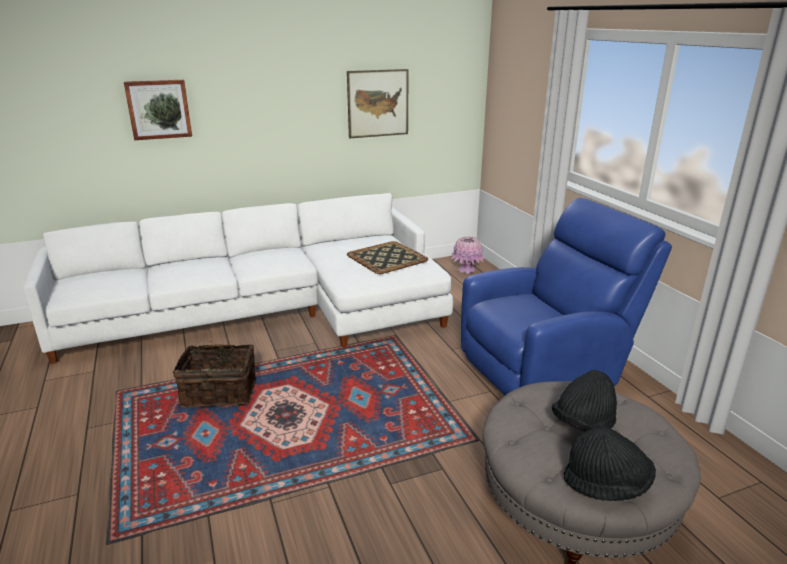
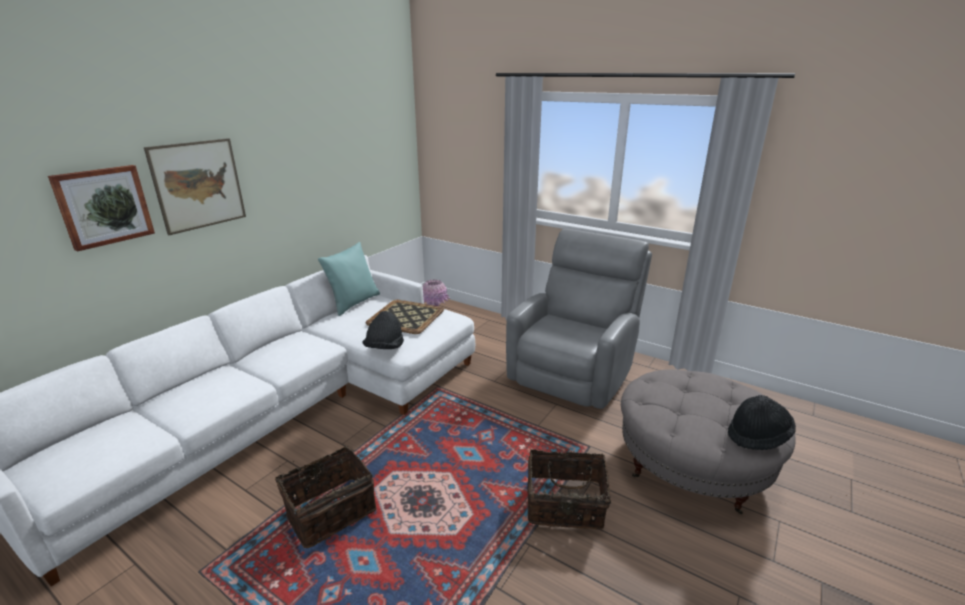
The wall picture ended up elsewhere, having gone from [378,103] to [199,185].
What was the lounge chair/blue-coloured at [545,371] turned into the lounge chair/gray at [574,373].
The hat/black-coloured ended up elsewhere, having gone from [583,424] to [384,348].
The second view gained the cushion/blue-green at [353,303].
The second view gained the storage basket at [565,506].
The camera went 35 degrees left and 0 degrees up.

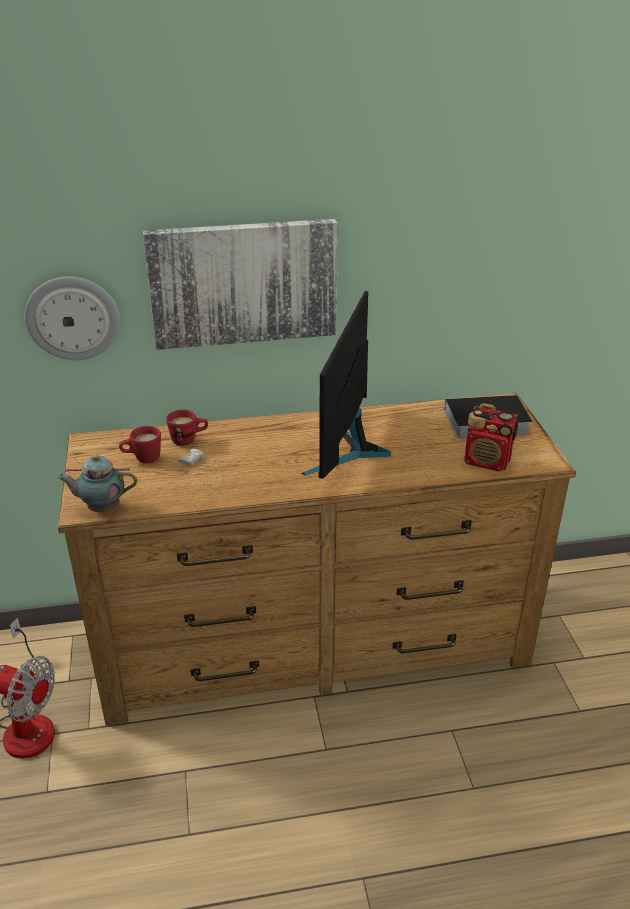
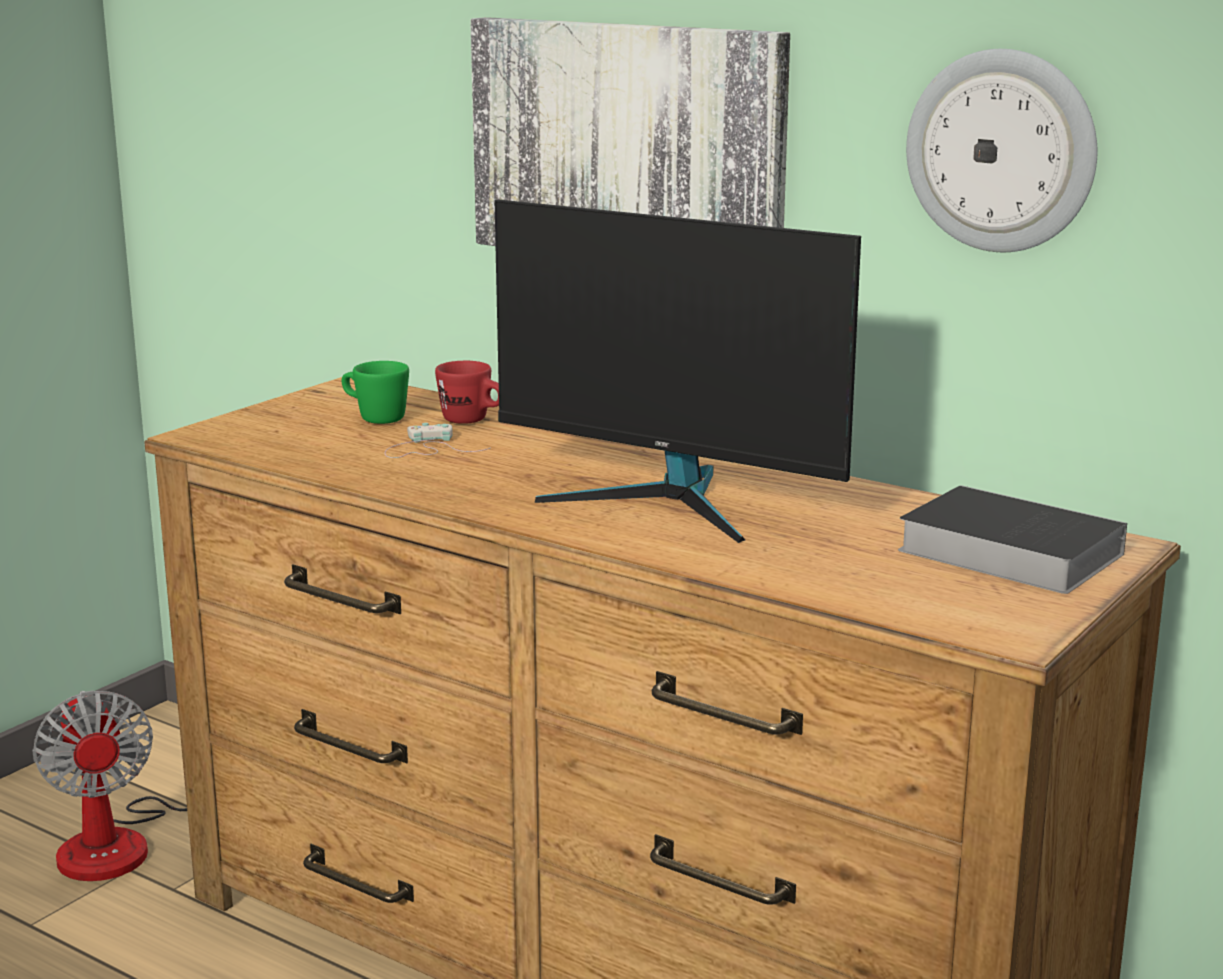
The wall clock ended up elsewhere, having gone from [73,318] to [1002,151].
The second view lost the pot for tea at [102,508].
What was the coffee mug/red-coloured at [142,458] turned into the coffee mug/green-coloured at [374,418].
The computer screen at [347,450] ended up facing another way, 120 degrees counterclockwise from before.
The second view lost the radio set at [487,462].
The camera went 45 degrees right and 15 degrees down.

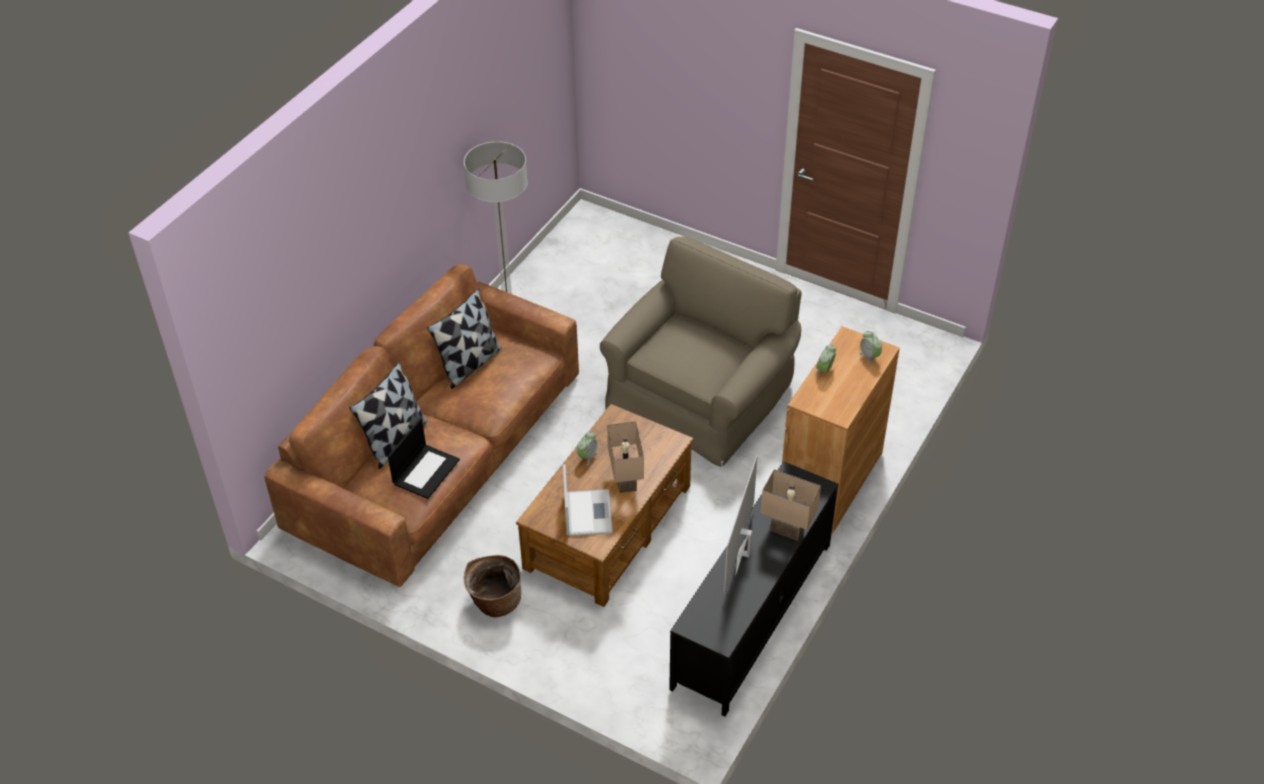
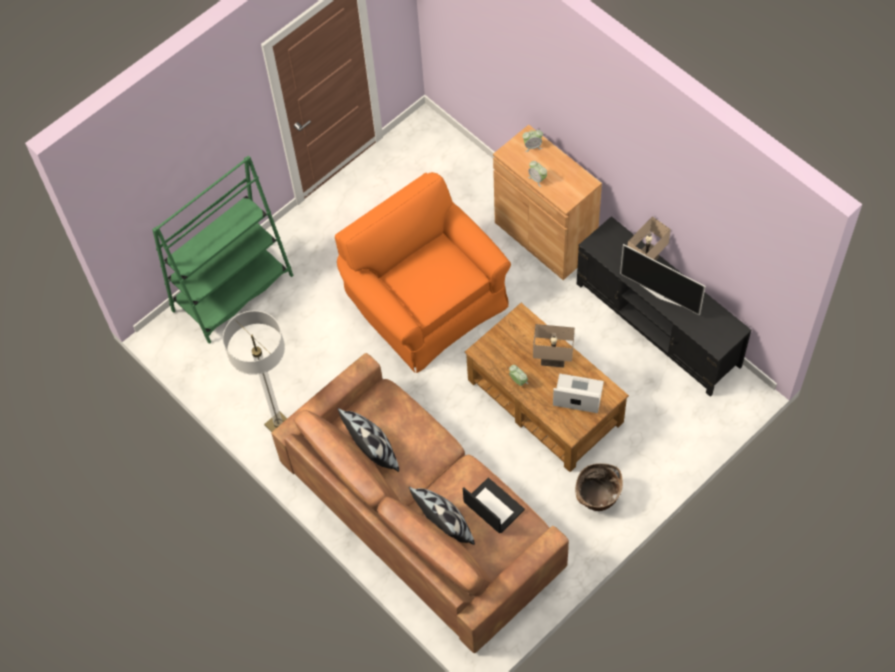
What was the lounge chair/sand-coloured at [701,395] turned into the lounge chair/orangey at [425,299].
The second view gained the bookcase/green-coloured at [233,293].
The camera went 70 degrees left and 15 degrees up.

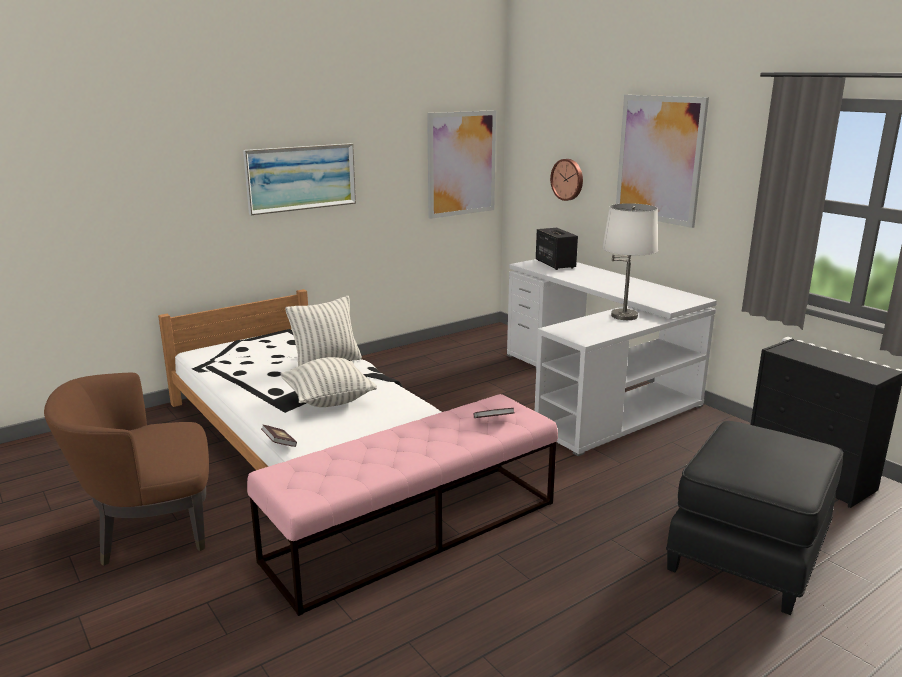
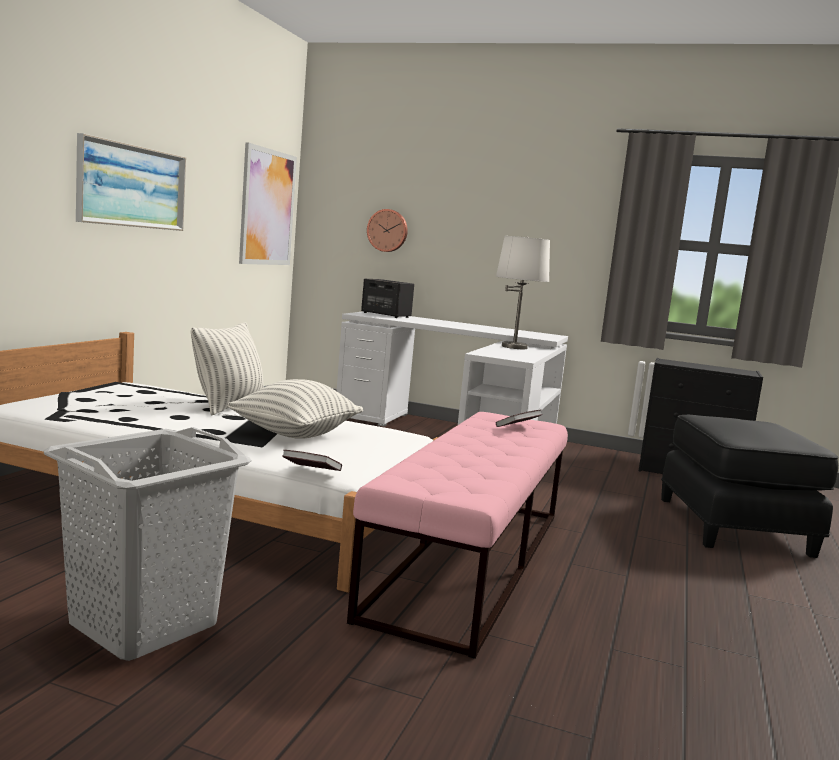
Where the lounge chair/brown stood at [149,530], the hamper/gray came to stand at [142,624].
The second view lost the wall picture at [659,159].
The camera went 35 degrees left and 10 degrees down.

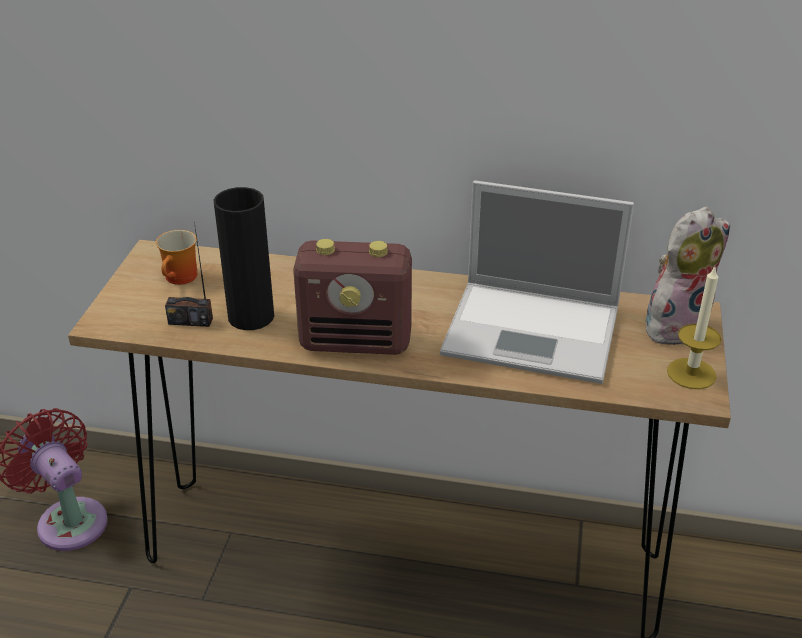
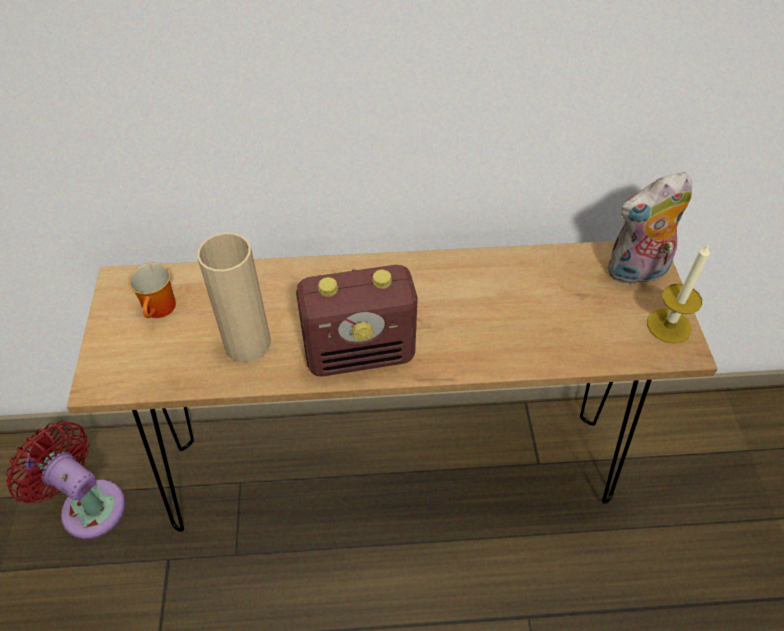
The second view lost the radio set at [190,321].
What was the flower vase/black-coloured at [251,317] turned into the flower vase/sand-coloured at [247,343].
The second view lost the portable computer at [535,331].
The soft toy at [675,325] ended up facing another way, 150 degrees counterclockwise from before.
The camera went 15 degrees left and 15 degrees up.

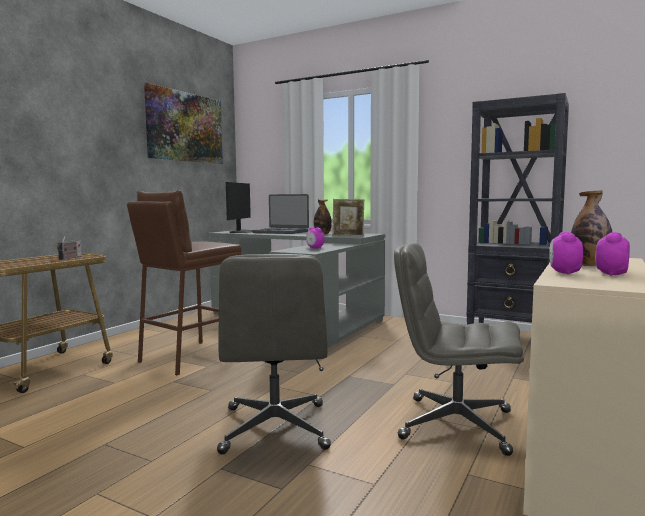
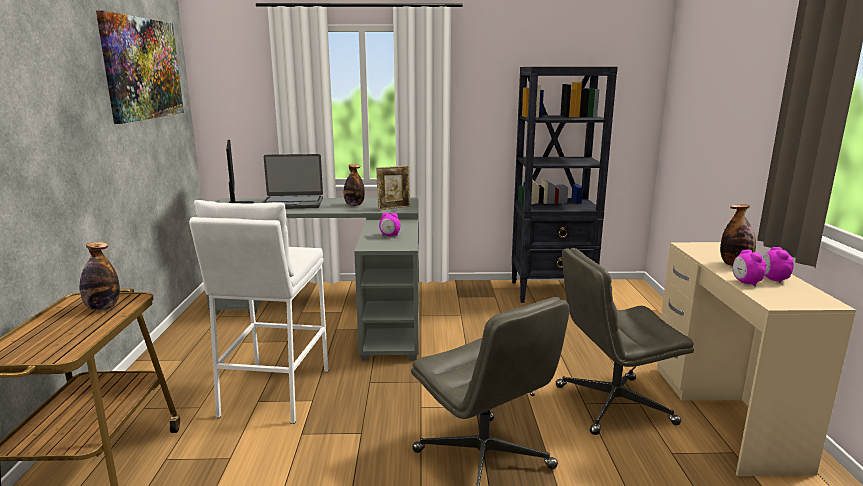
Where the radio set stood at [69,258], the drink bottle came to stand at [103,308].
What was the stool/brown at [190,357] turned into the stool/white at [274,392].
The camera went 30 degrees left and 10 degrees up.

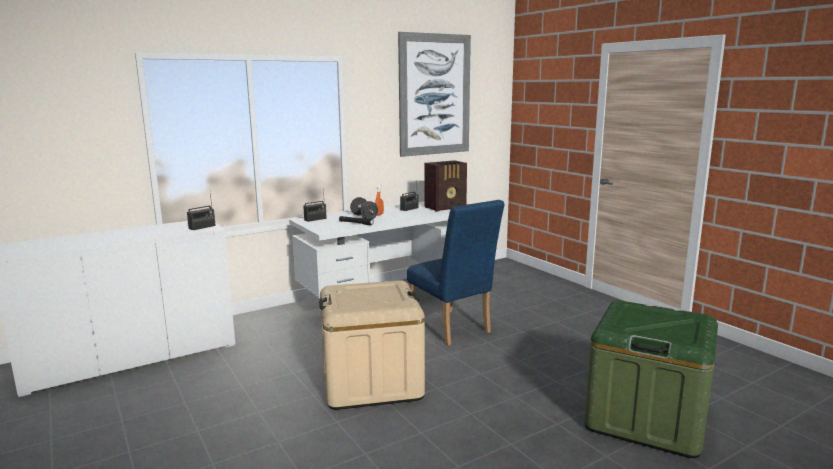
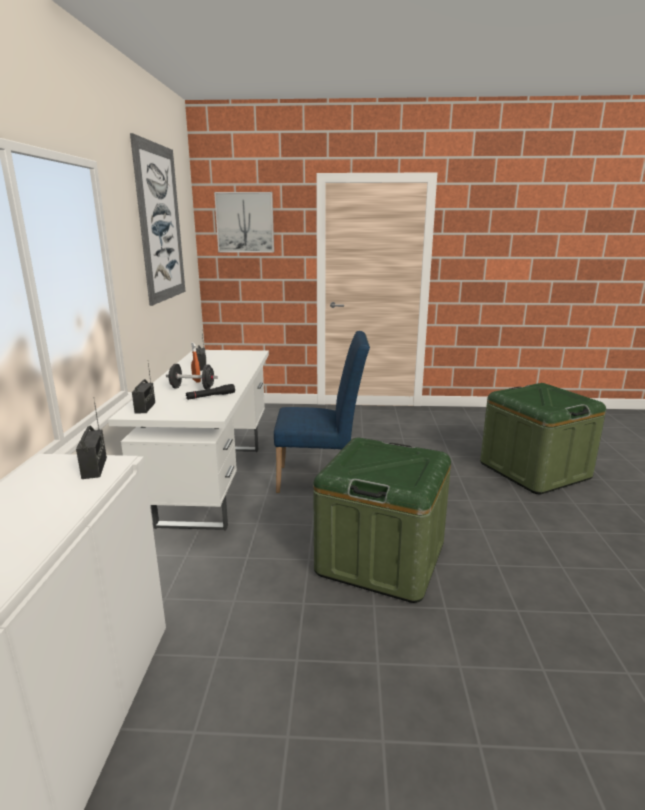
What was the storage box/sand-coloured at [371,382] turned into the storage box/green-coloured at [381,558].
The second view lost the radio set at [446,207].
The second view gained the wall picture at [245,222].
The camera went 55 degrees left and 5 degrees up.

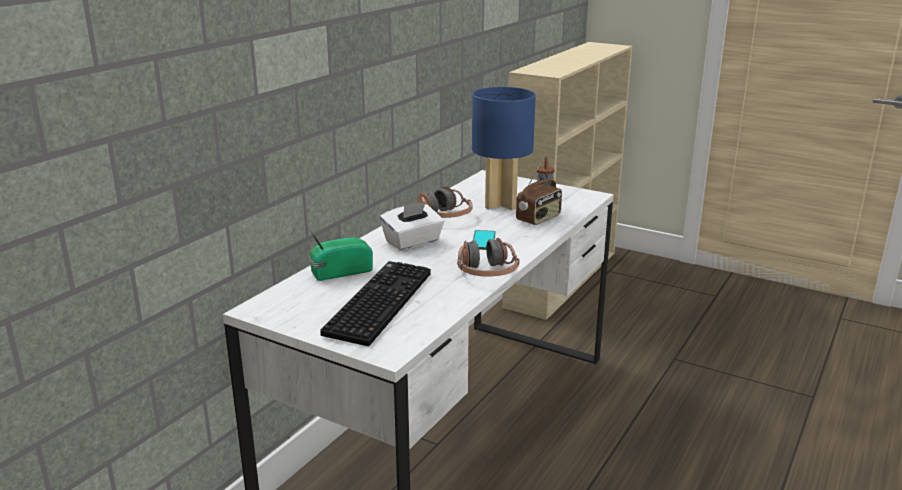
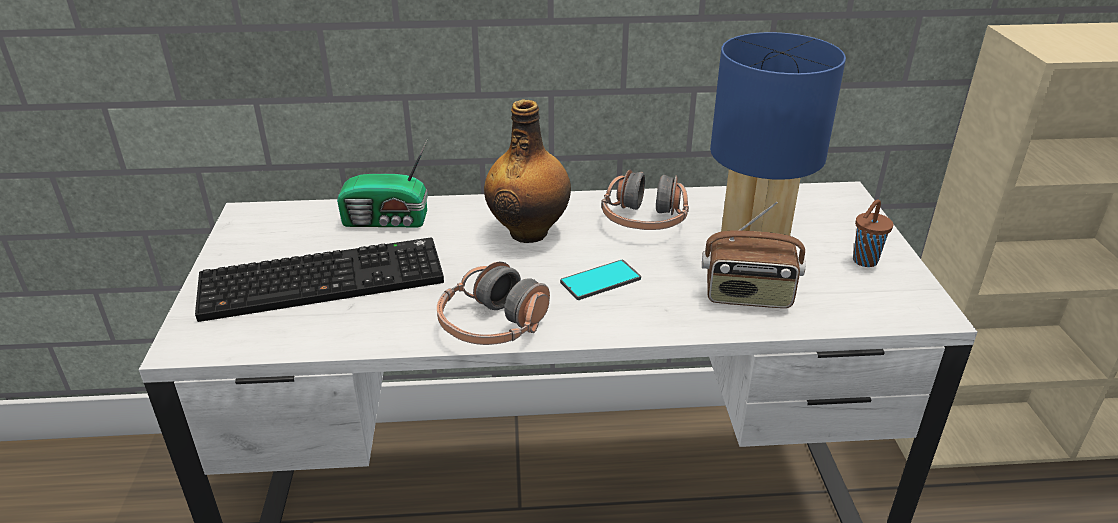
The radio set at [339,272] ended up facing another way, 150 degrees clockwise from before.
Where the tissue holder/white stood at [413,242], the drink bottle came to stand at [529,231].
The camera went 55 degrees right and 10 degrees up.

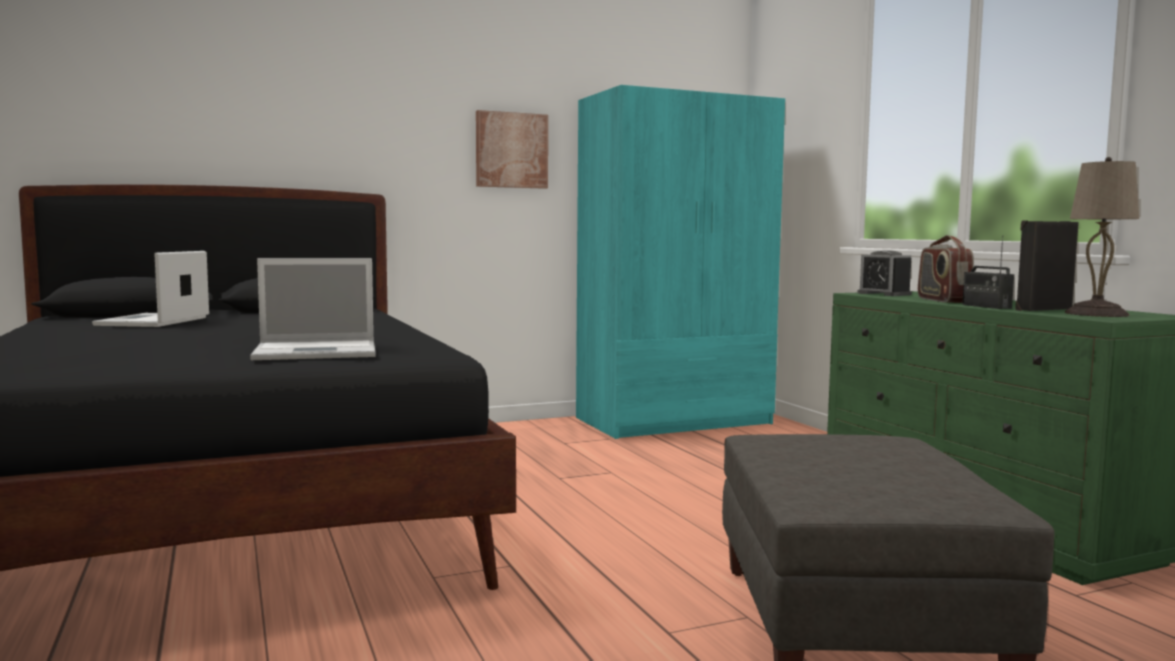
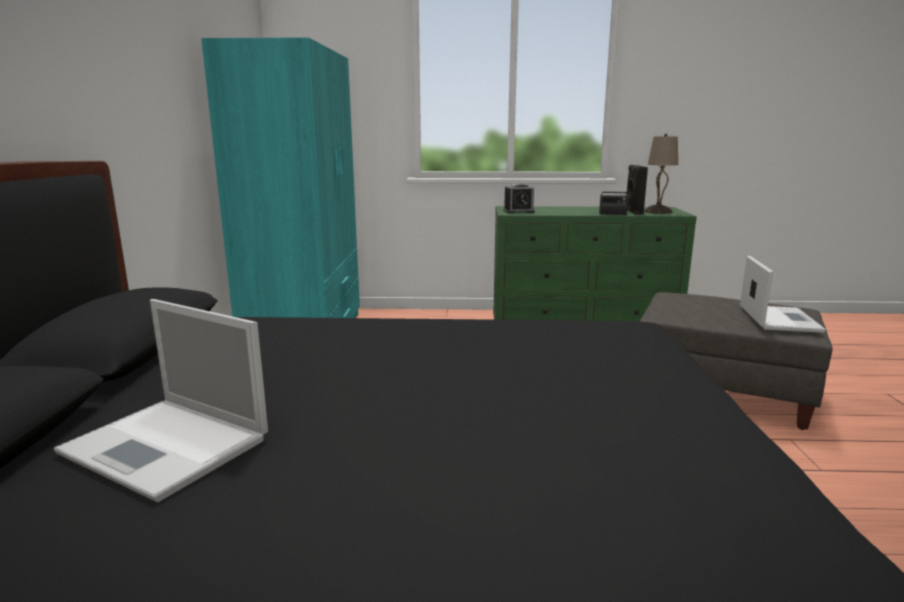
The portable computer ended up elsewhere, having gone from [319,352] to [778,319].
The second view lost the wall picture at [511,150].
The second view lost the radio set at [942,300].
The camera went 65 degrees left and 10 degrees up.

